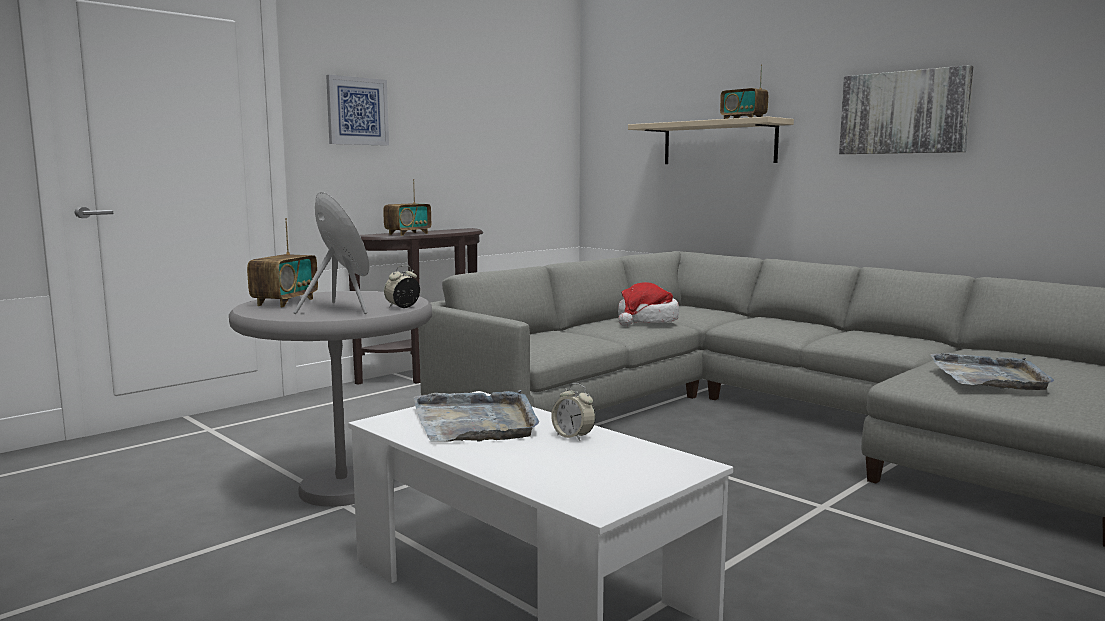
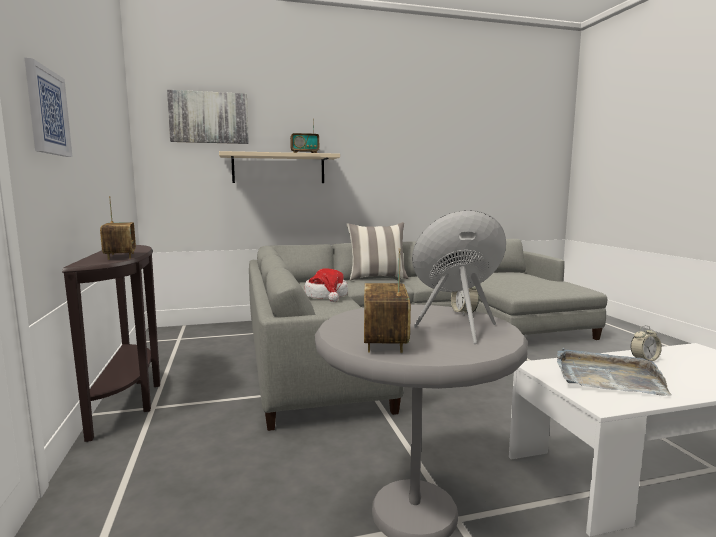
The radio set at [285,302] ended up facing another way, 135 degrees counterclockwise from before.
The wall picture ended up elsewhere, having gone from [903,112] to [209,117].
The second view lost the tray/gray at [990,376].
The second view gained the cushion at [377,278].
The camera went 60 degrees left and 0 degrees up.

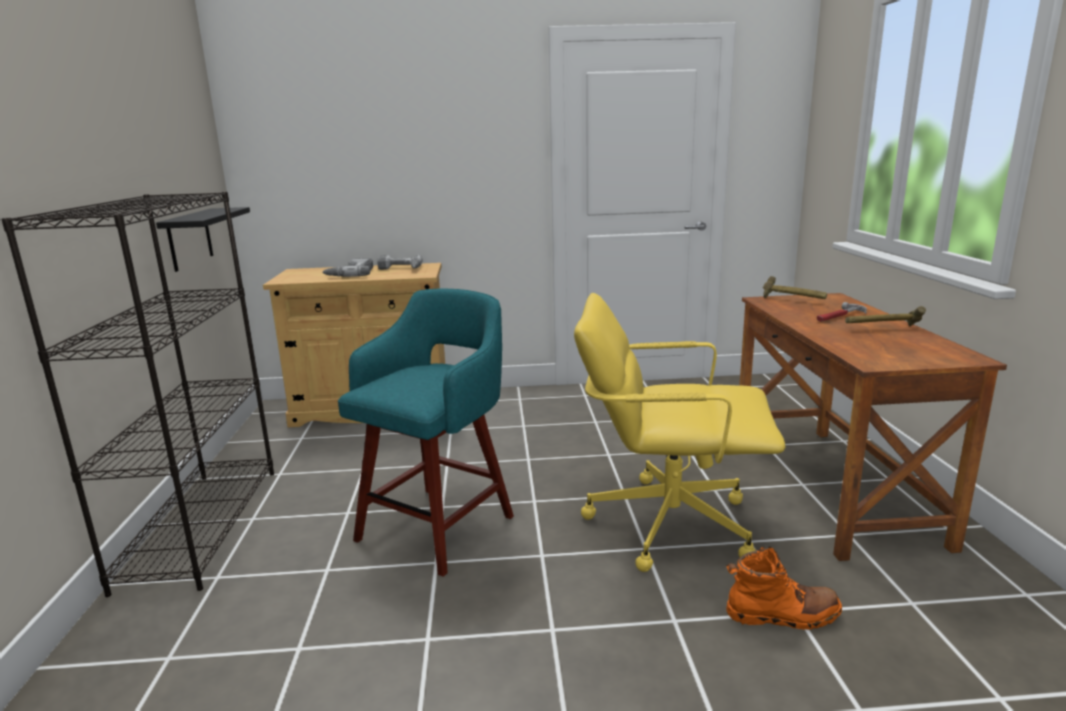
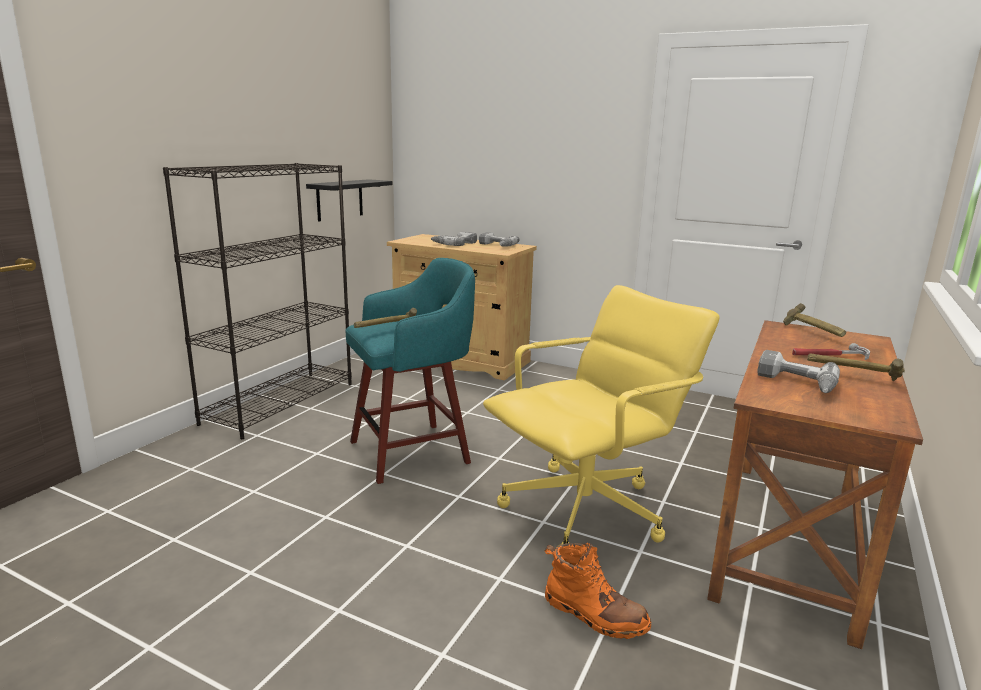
The desk chair/yellow-coloured at [668,522] ended up facing another way, 105 degrees clockwise from before.
The second view gained the hammer at [386,329].
The second view gained the drill at [795,382].
The camera went 30 degrees right and 0 degrees up.

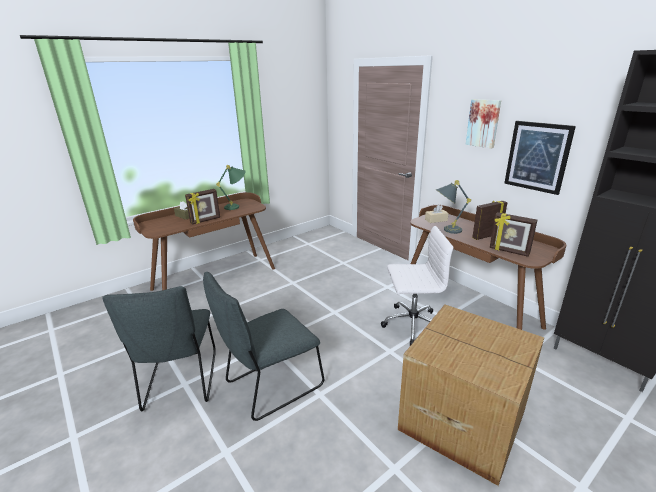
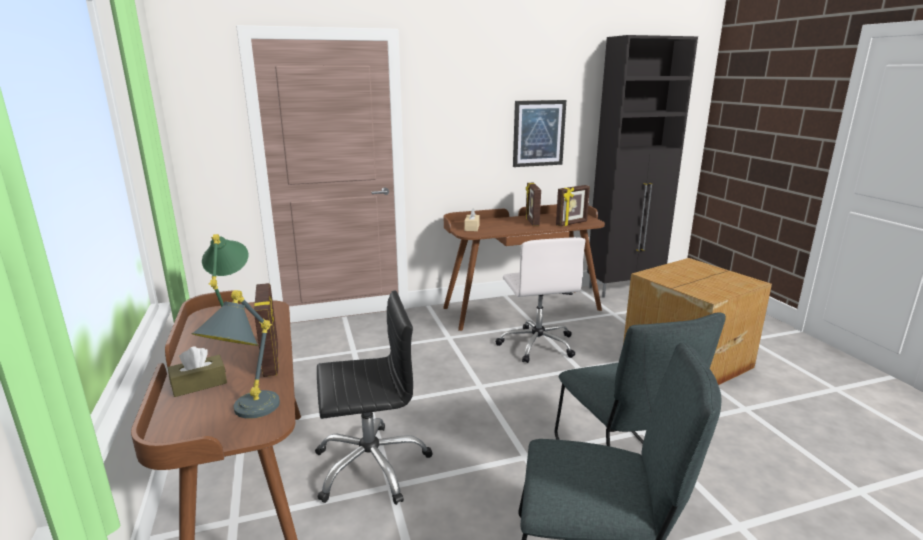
The desk chair/white at [411,324] ended up facing another way, 150 degrees clockwise from before.
The table lamp/gray ended up elsewhere, having gone from [446,230] to [246,415].
The second view lost the wall picture at [483,123].
The second view gained the desk chair/black-coloured at [371,465].
The camera went 70 degrees left and 5 degrees down.

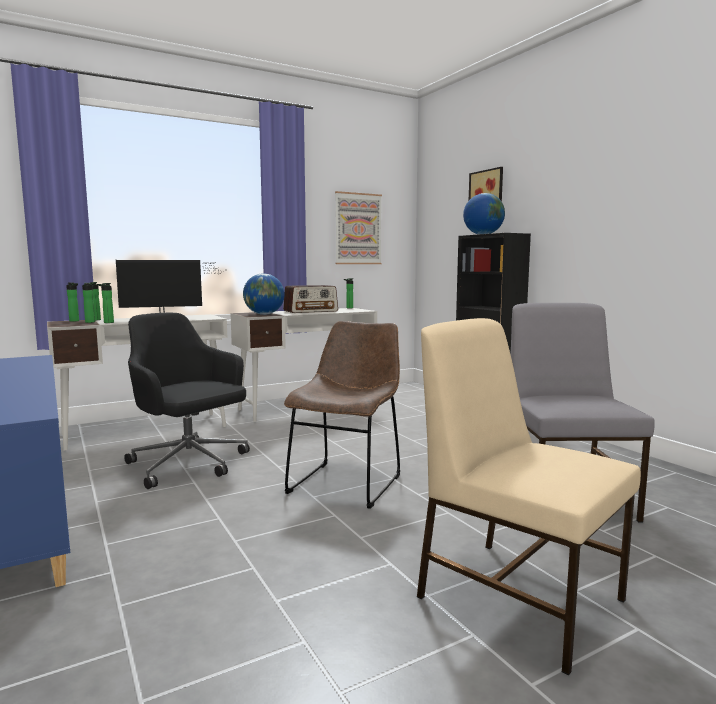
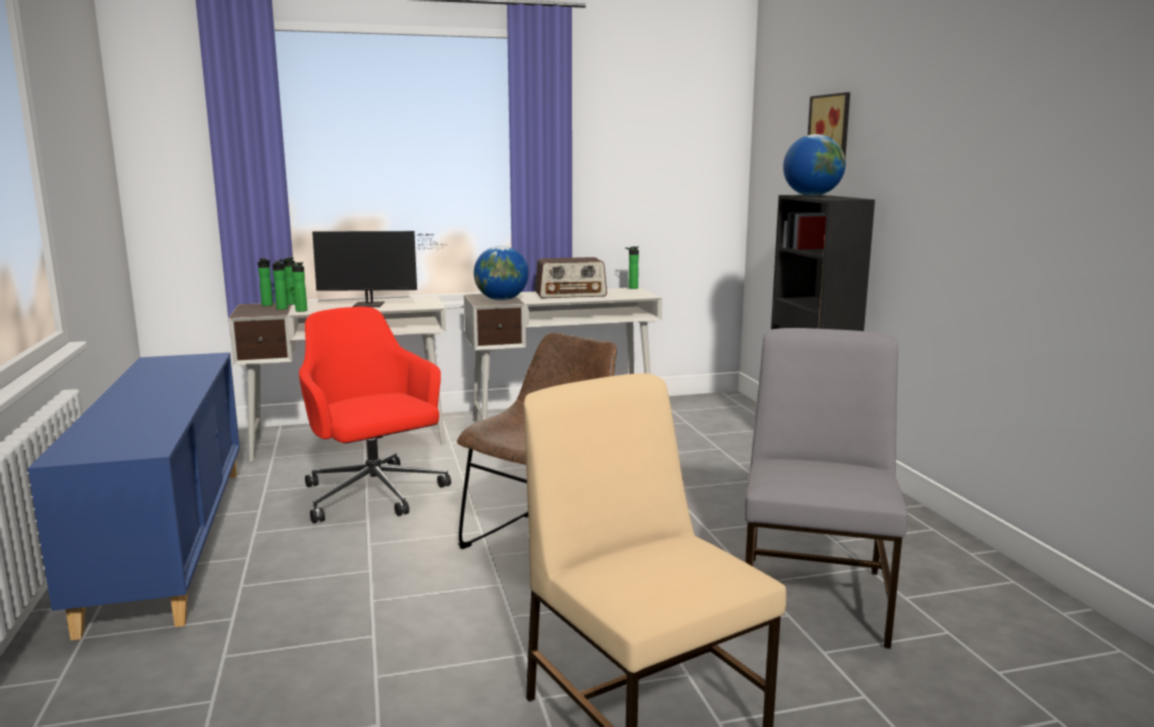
What was the desk chair/black-coloured at [189,464] turned into the desk chair/red-coloured at [374,495].
The second view lost the wall picture at [358,229].
The camera went 15 degrees right and 5 degrees up.

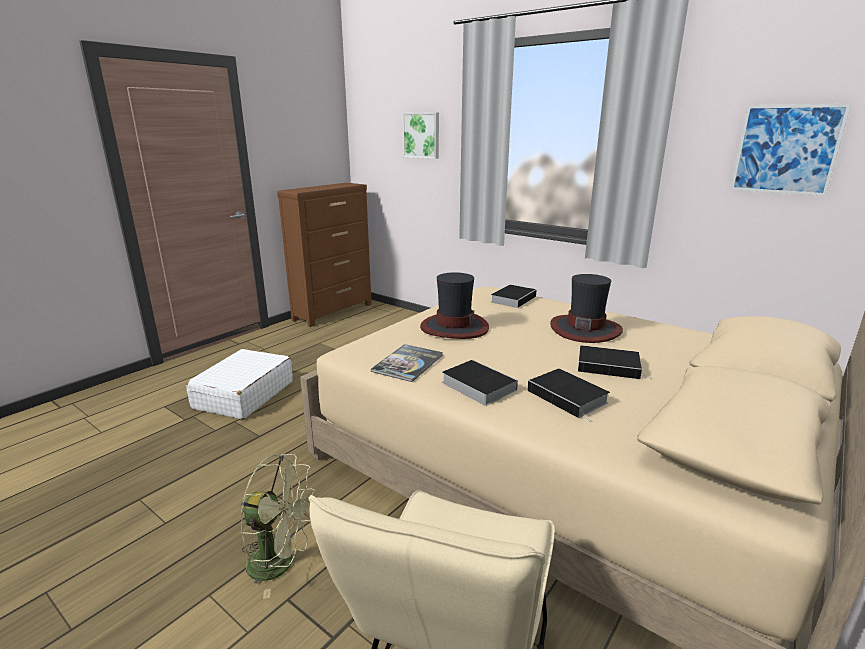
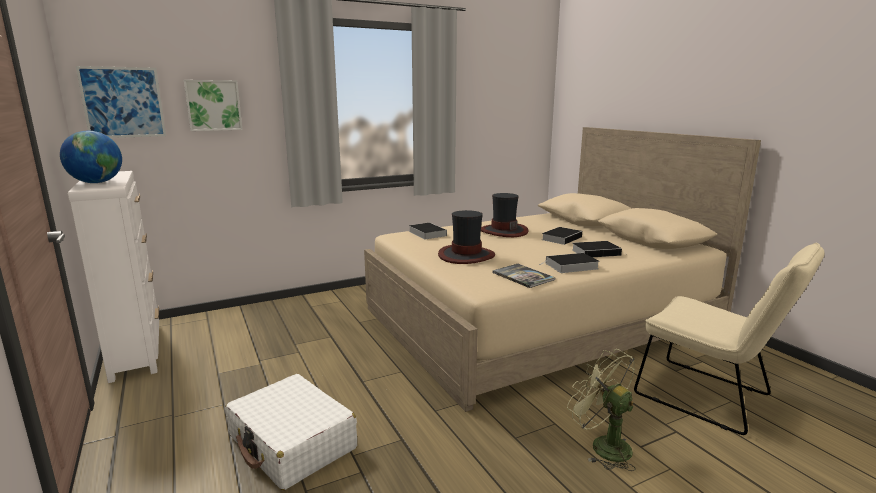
The fan/green-coloured at [281,563] ended up facing another way, 75 degrees counterclockwise from before.
What was the dresser/brown at [334,312] turned into the dresser/white at [136,350].
The wall picture ended up elsewhere, having gone from [786,149] to [123,102].
The second view gained the globe at [96,183].
The camera went 65 degrees left and 5 degrees down.

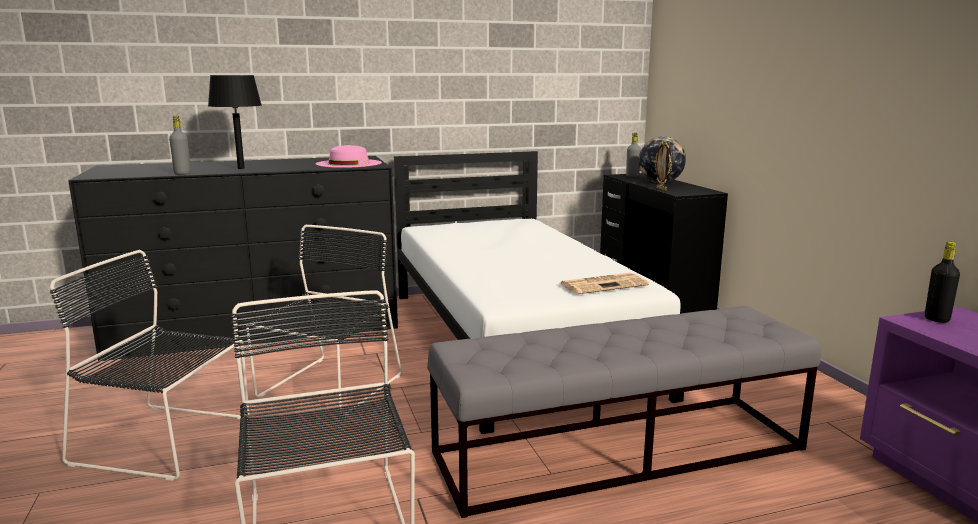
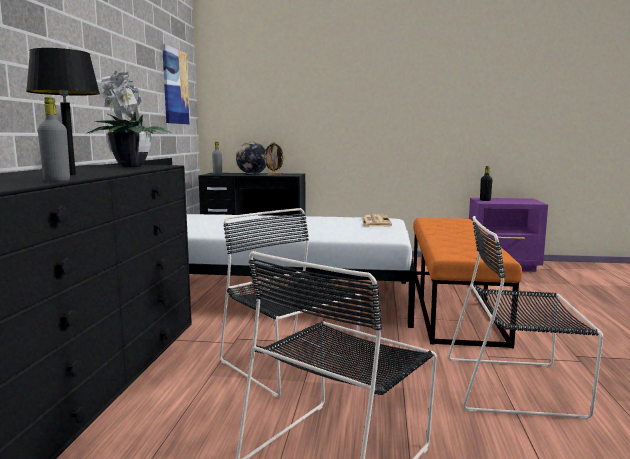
Where the hat/pink stood at [349,163], the houseplant came to stand at [130,166].
What was the bench/gray at [620,450] turned into the bench/orangey at [452,303].
The second view gained the wall picture at [175,86].
The camera went 65 degrees left and 5 degrees down.

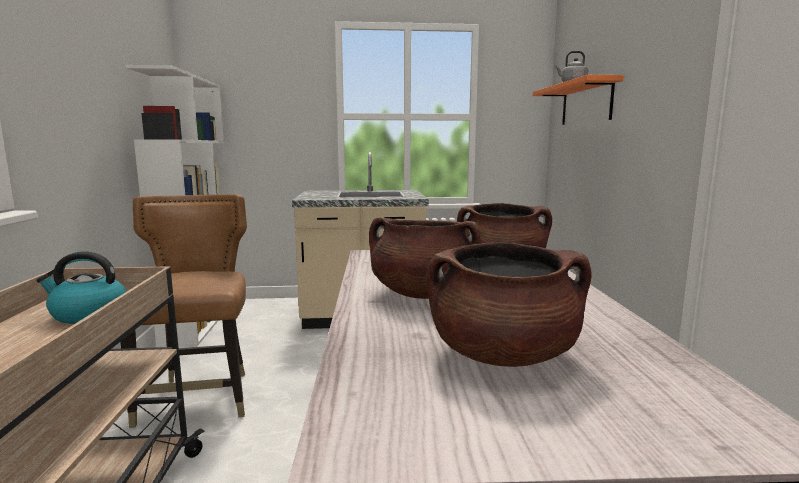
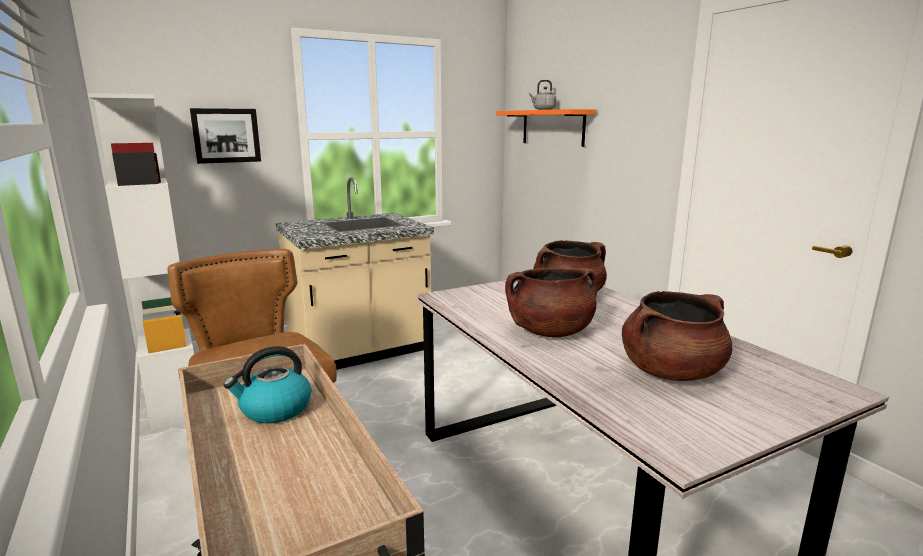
The second view gained the wall picture at [226,135].
The camera went 25 degrees left and 5 degrees up.

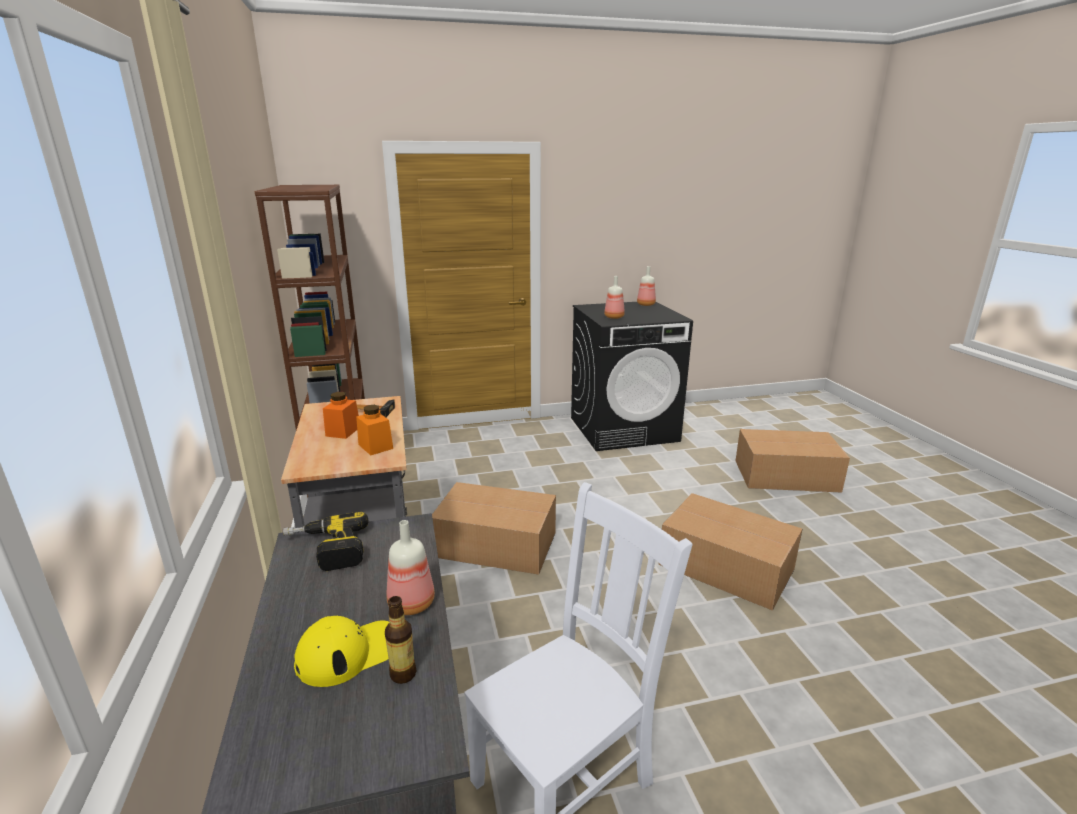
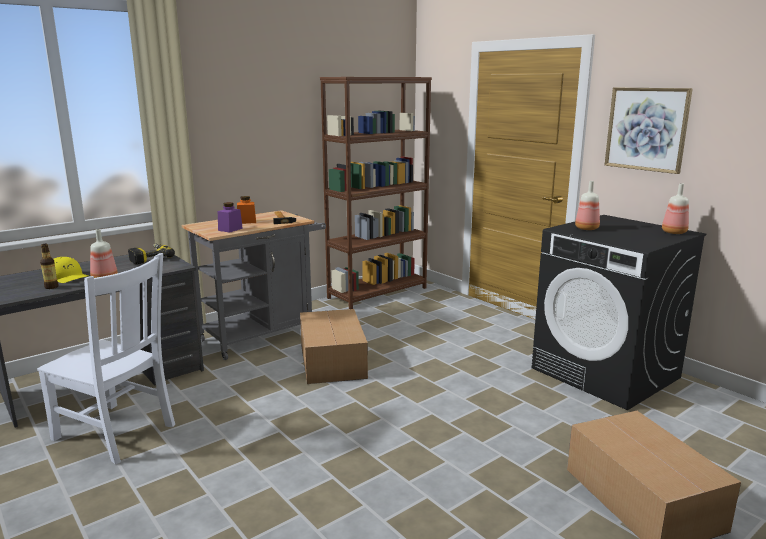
What was the preserve jar/orangey at [375,446] turned into the preserve jar/purple-coloured at [230,229].
The second view lost the cardboard box at [724,565].
The second view gained the wall picture at [646,129].
The camera went 65 degrees right and 5 degrees down.

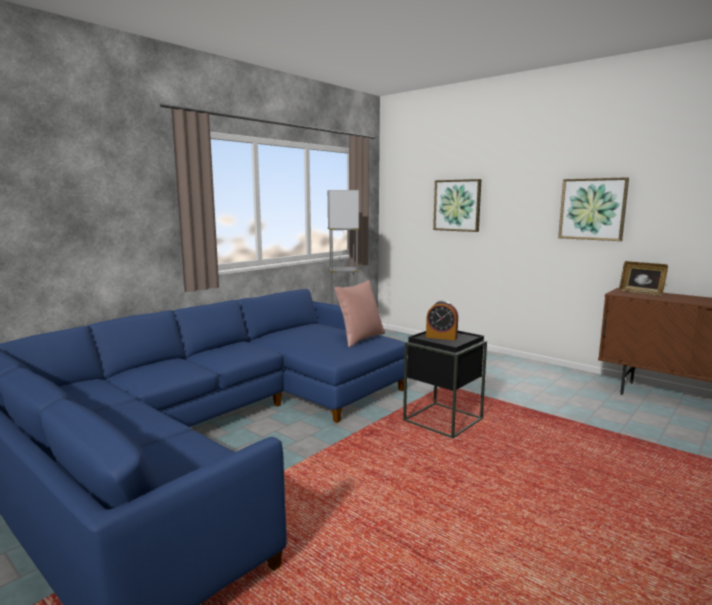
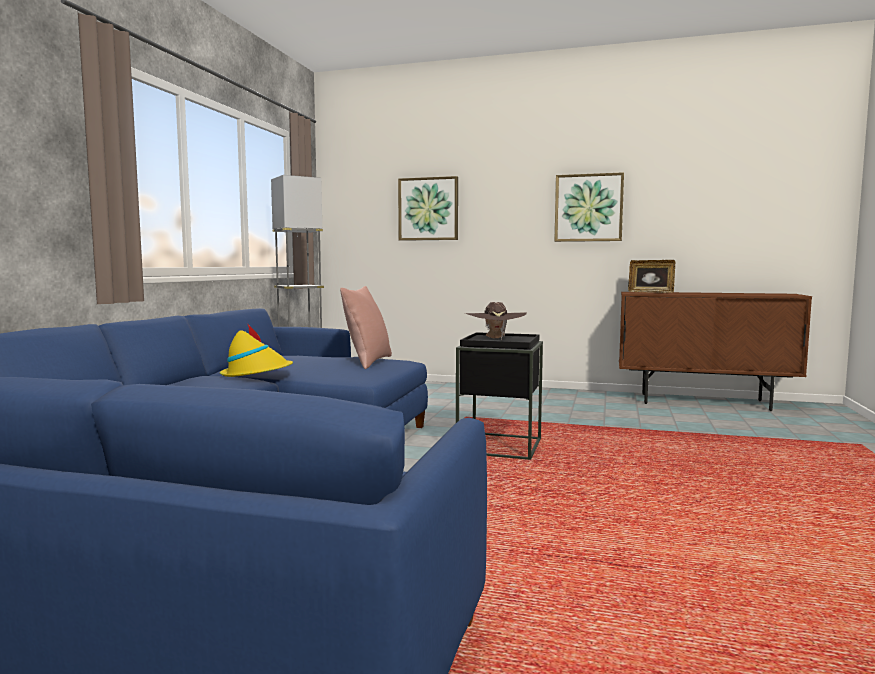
Where the bedside clock stood at [441,337], the hat/brown came to stand at [495,339].
The second view gained the hat/yellow-coloured at [256,374].
The camera went 25 degrees left and 5 degrees down.

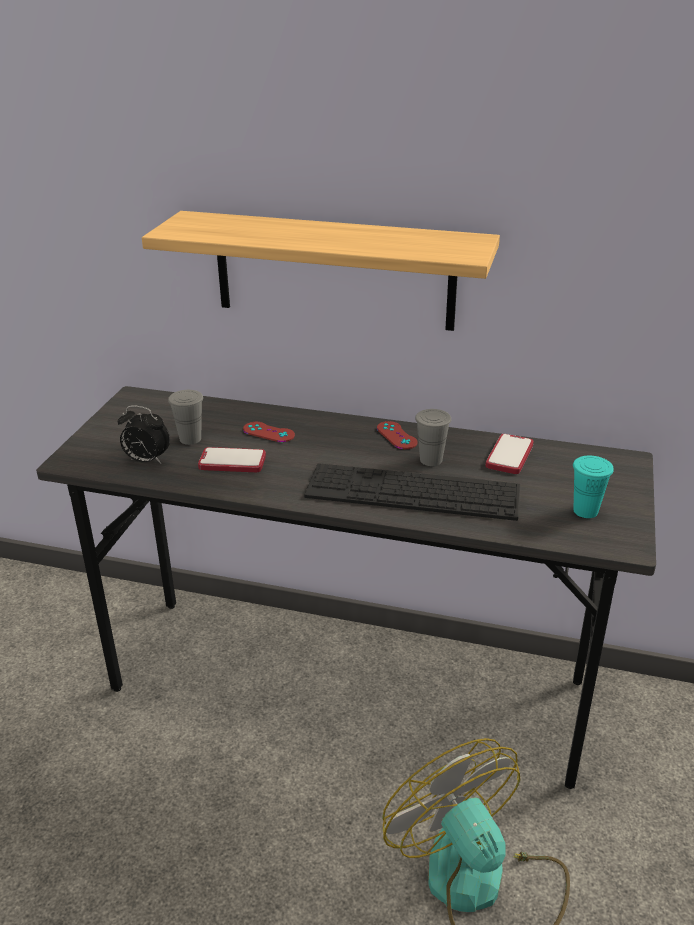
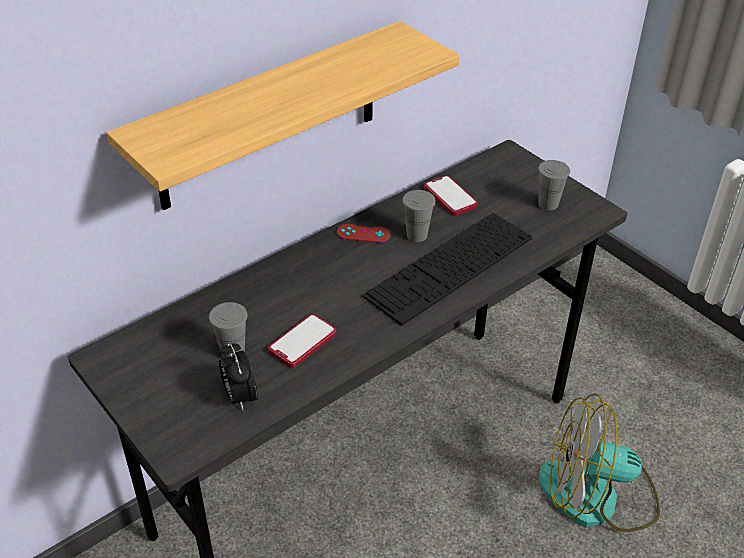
The bedside clock at [146,461] ended up facing another way, 105 degrees clockwise from before.
The second view lost the game controller/red-coloured at [268,432].
What was the cup/blue-green at [585,511] turned into the cup/gray at [548,204].
The camera went 55 degrees left and 10 degrees up.

